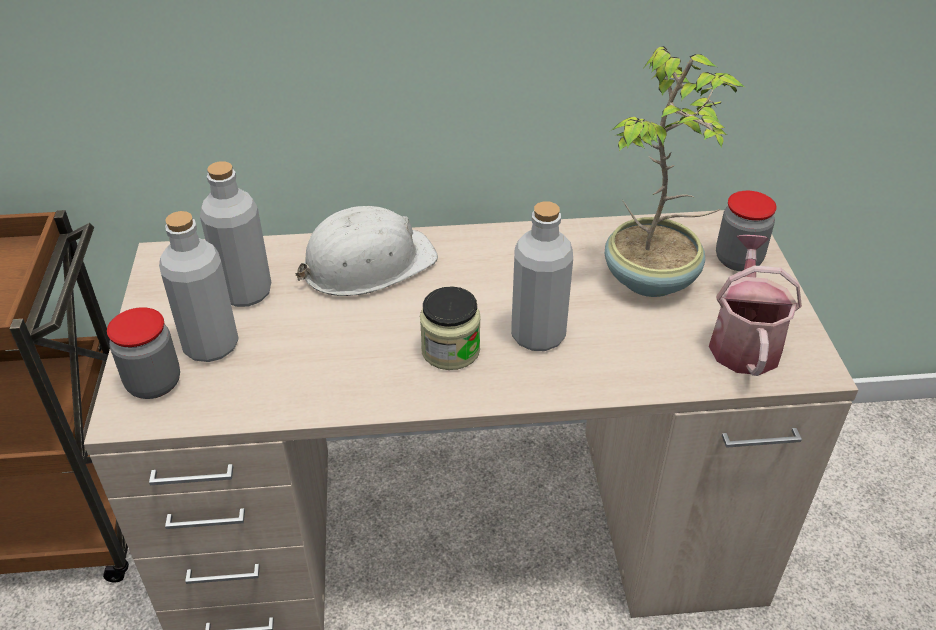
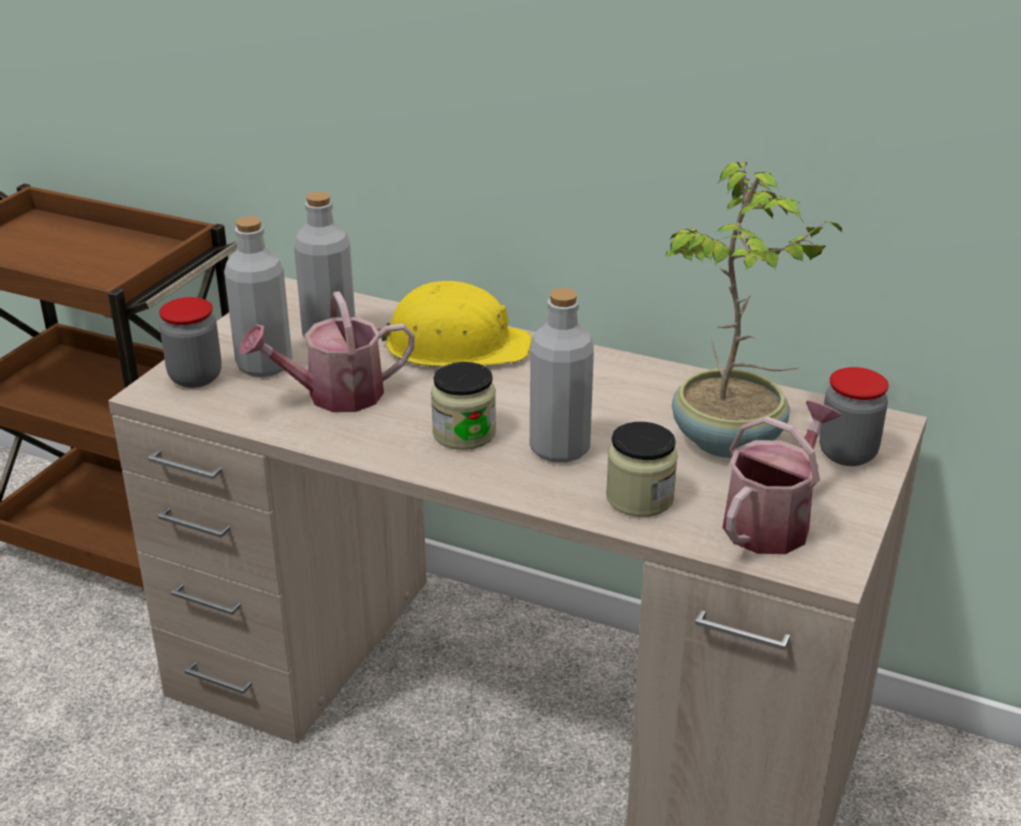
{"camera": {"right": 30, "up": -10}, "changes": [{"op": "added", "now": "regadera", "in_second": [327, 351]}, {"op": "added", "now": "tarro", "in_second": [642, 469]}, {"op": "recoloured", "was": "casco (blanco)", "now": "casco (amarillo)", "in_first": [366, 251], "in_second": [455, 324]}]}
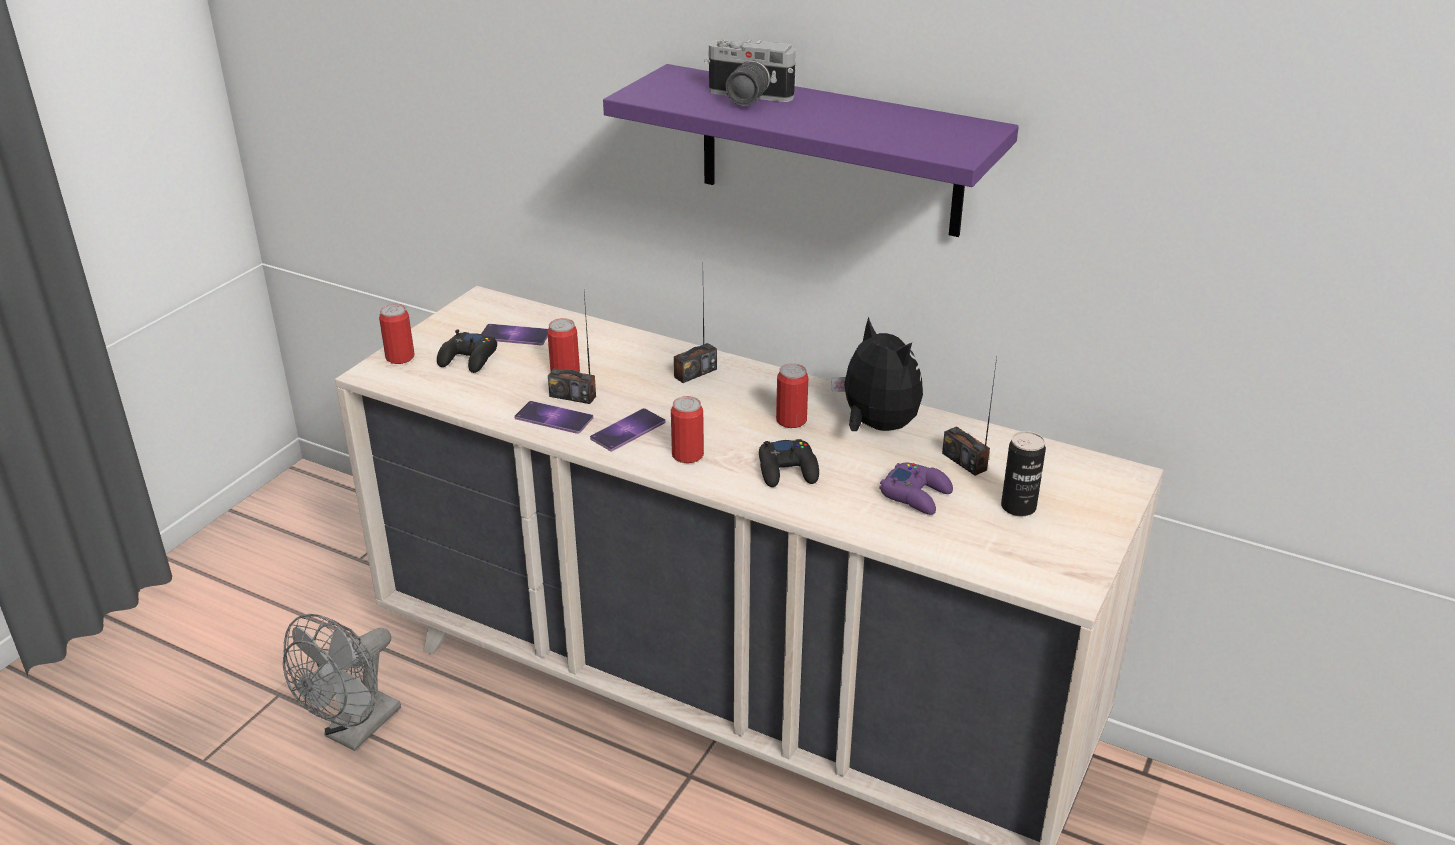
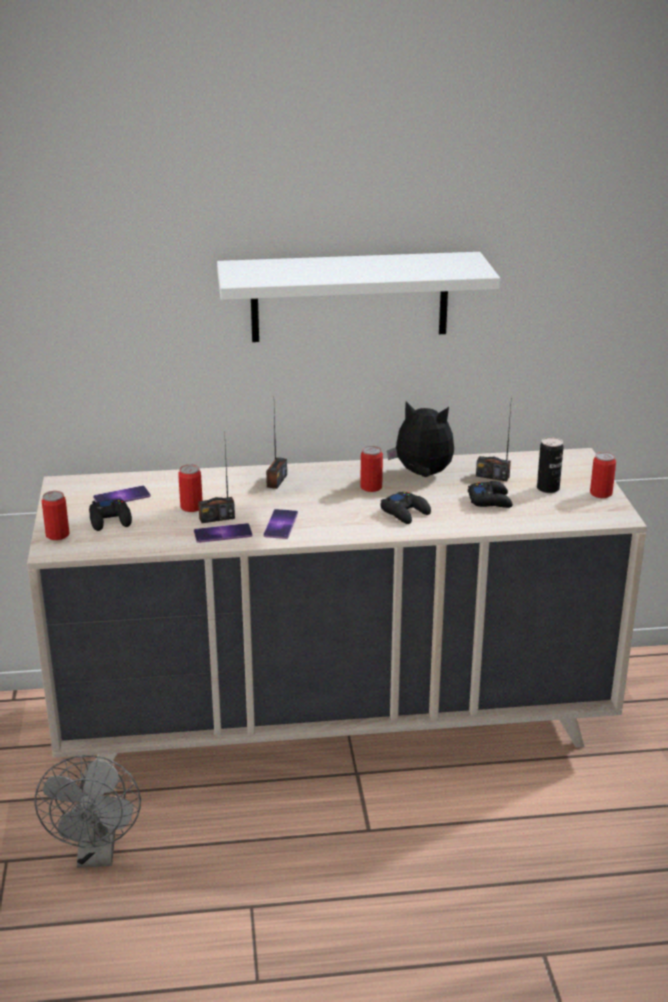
{"camera": {"right": -35, "up": -5}, "changes": [{"op": "removed", "was": "cámara", "in_first": [750, 72]}, {"op": "moved", "was": "lata", "in_first": [687, 429], "in_second": [603, 475]}, {"op": "recoloured", "was": "estante (morado)", "now": "estante (blanco)", "in_first": [811, 150], "in_second": [358, 297]}, {"op": "recoloured", "was": "mando de consola (morado)", "now": "mando de consola (negro)", "in_first": [916, 488], "in_second": [490, 494]}]}
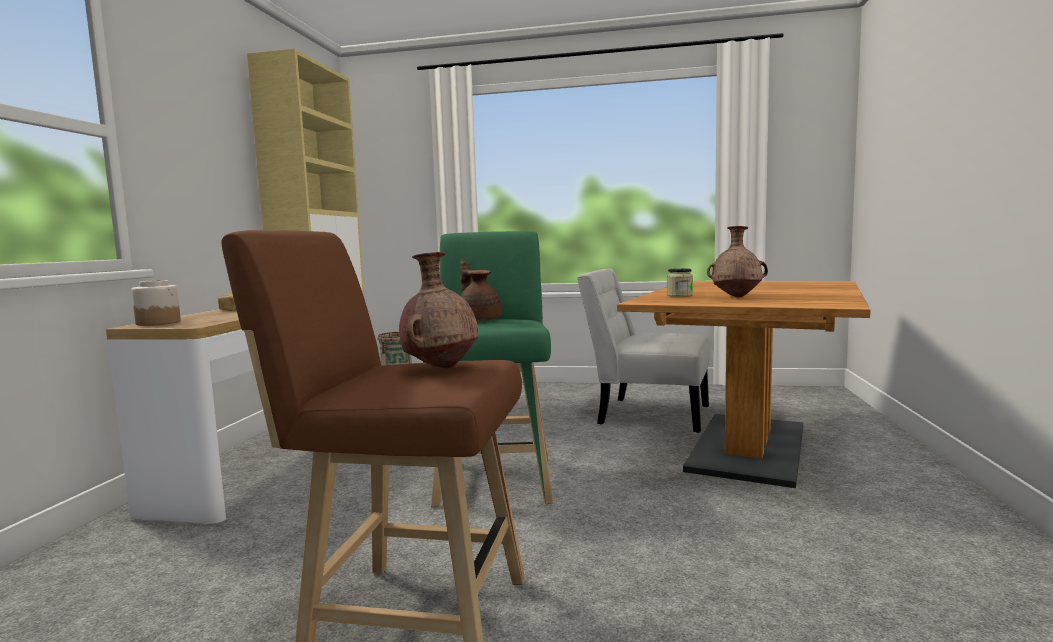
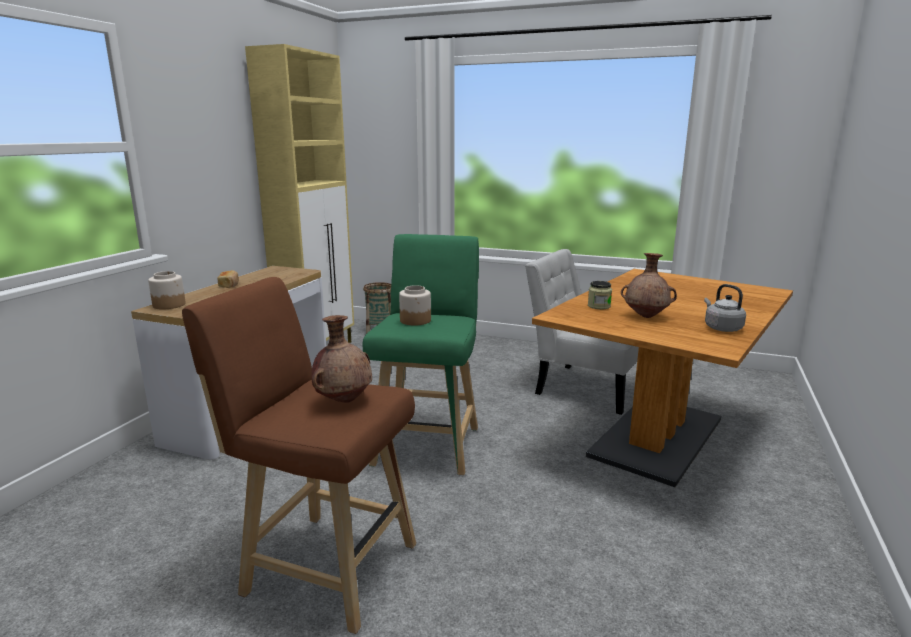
{"camera": {"right": 10, "up": 10}, "changes": [{"op": "added", "now": "hervidor (gris)", "in_second": [725, 308]}, {"op": "replaced", "was": "tetera (marrón)", "now": "tarro", "in_first": [481, 291], "in_second": [415, 305]}]}
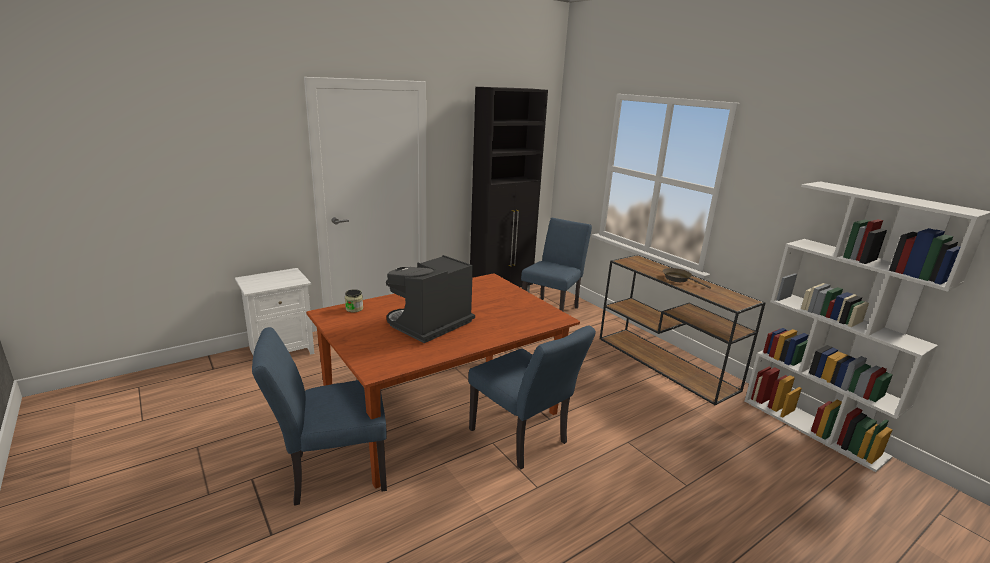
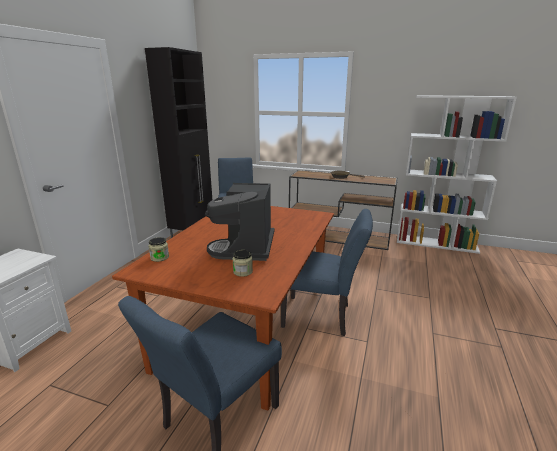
{"camera": {"right": -35, "up": 0}, "changes": [{"op": "added", "now": "tarro", "in_second": [243, 263]}]}
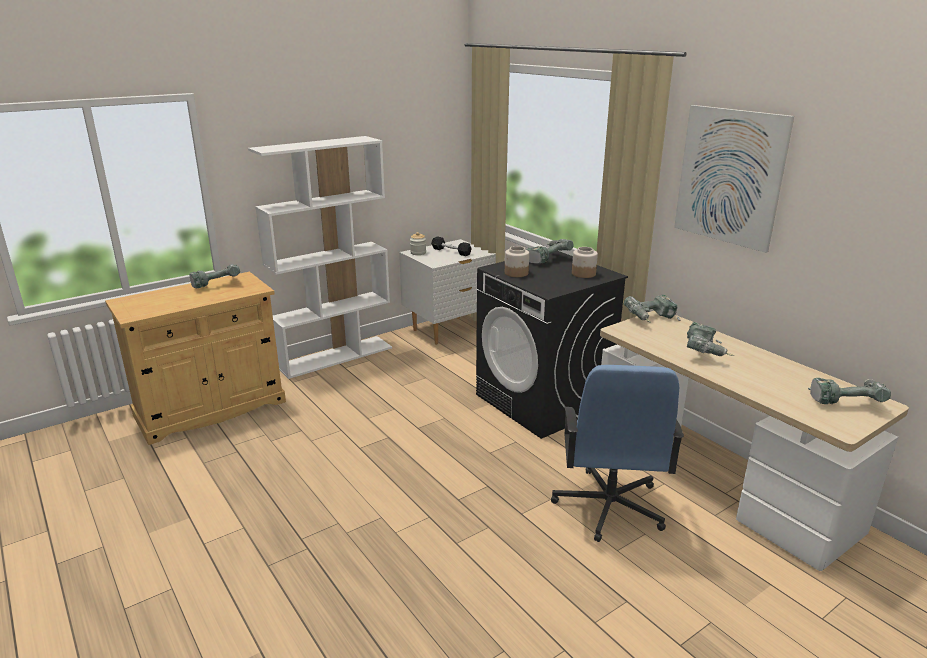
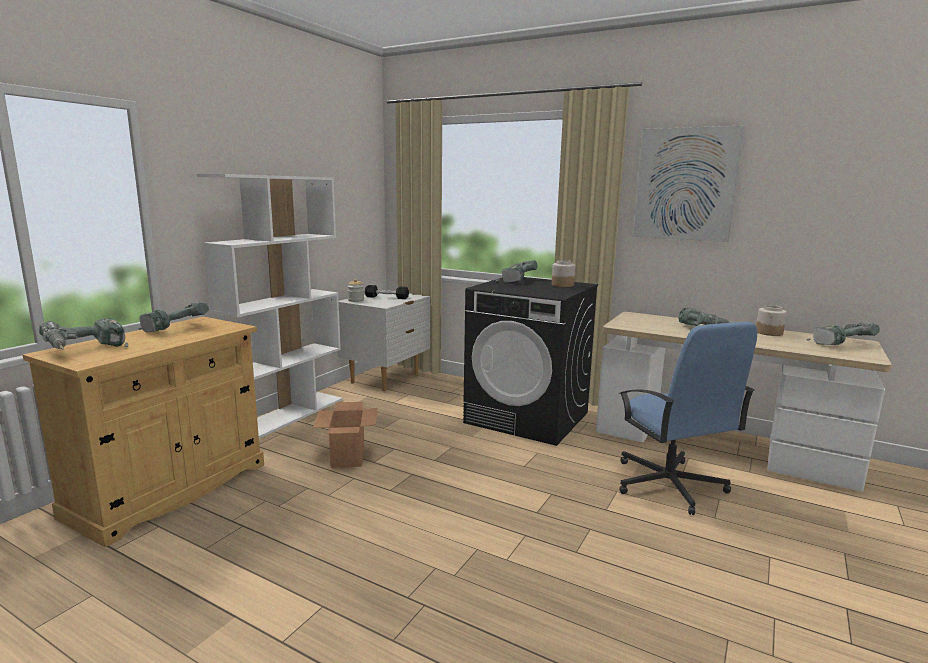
{"camera": {"right": -25, "up": -10}, "changes": [{"op": "added", "now": "caja de cartón", "in_second": [345, 435]}, {"op": "moved", "was": "tarro", "in_first": [517, 261], "in_second": [771, 320]}, {"op": "moved", "was": "taladro", "in_first": [652, 309], "in_second": [84, 333]}]}
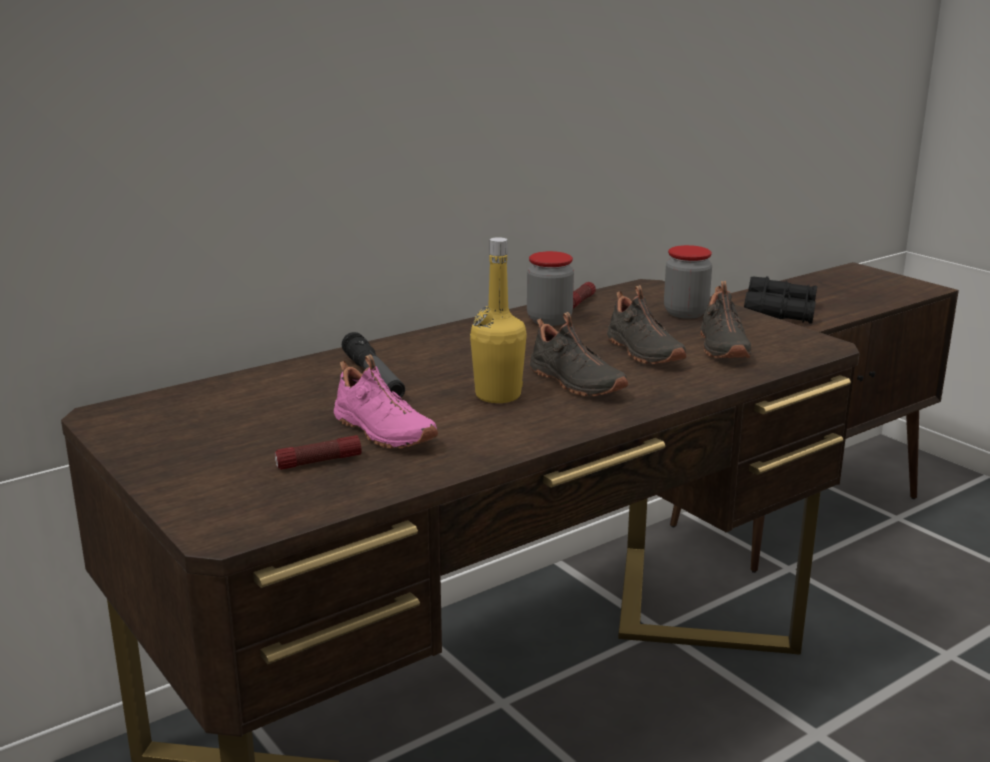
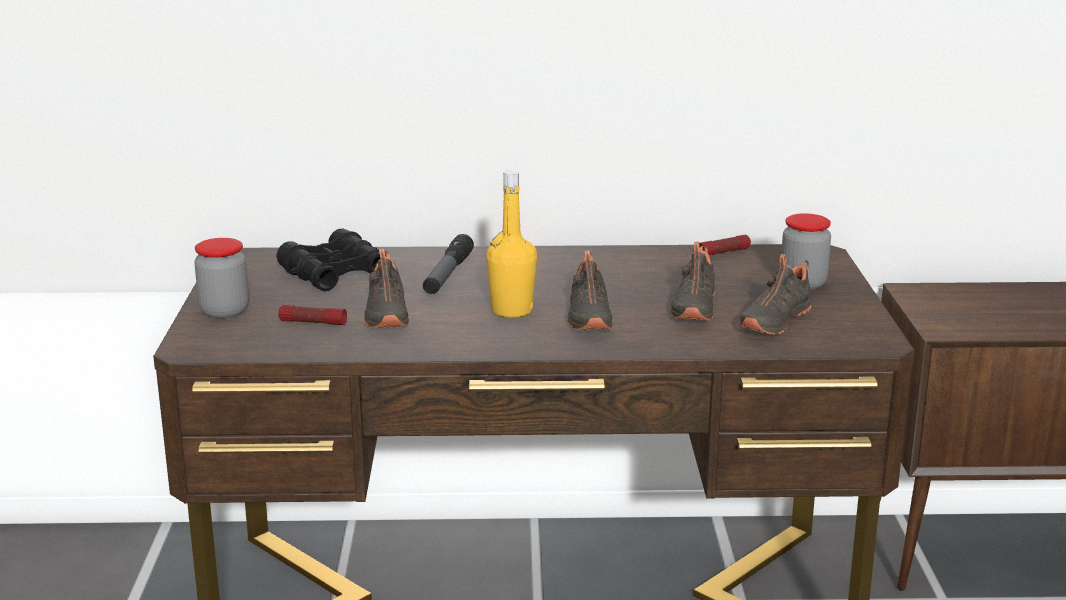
{"camera": {"right": 35, "up": 0}, "changes": [{"op": "moved", "was": "tarro", "in_first": [550, 288], "in_second": [221, 278]}, {"op": "moved", "was": "prismáticos (negro)", "in_first": [780, 300], "in_second": [331, 259]}, {"op": "recoloured", "was": "zapato (rosa)", "now": "zapato (negro)", "in_first": [386, 401], "in_second": [386, 288]}]}
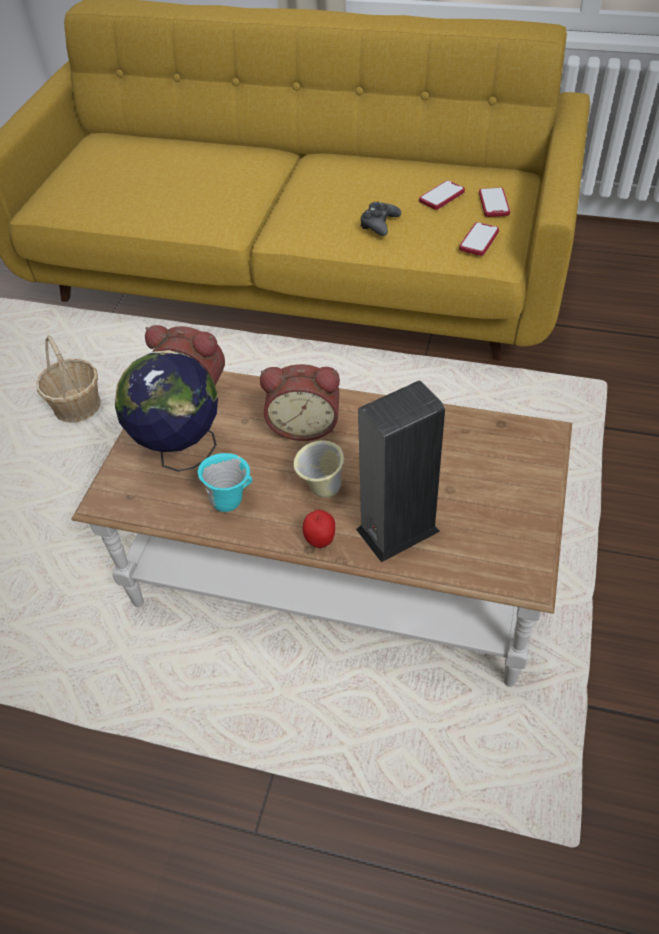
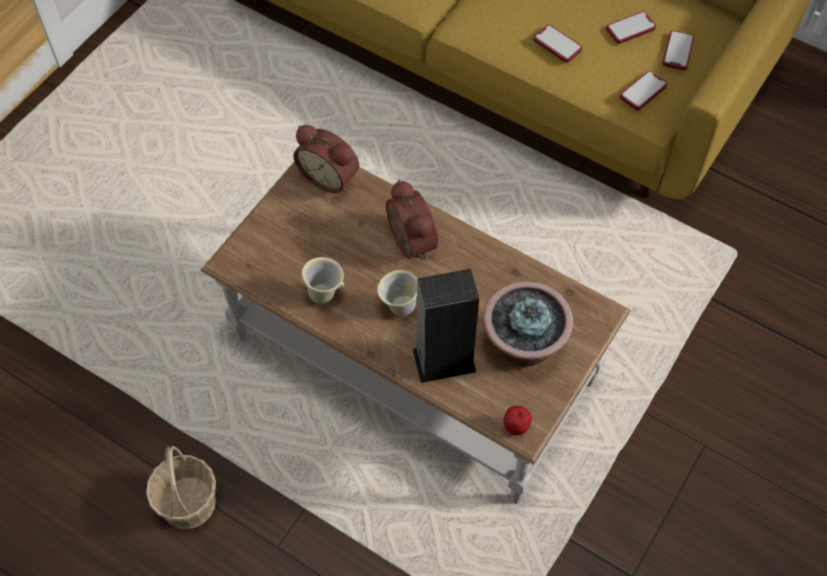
{"camera": {"right": 15, "up": 10}, "changes": [{"op": "removed", "was": "globo terráqueo", "in_first": [166, 411]}, {"op": "added", "now": "planta en maceta", "in_second": [528, 323]}, {"op": "moved", "was": "cesta", "in_first": [68, 379], "in_second": [181, 487]}, {"op": "moved", "was": "manzana", "in_first": [319, 529], "in_second": [518, 420]}, {"op": "replaced", "was": "mando de consola (negro)", "now": "móvil", "in_first": [380, 218], "in_second": [558, 44]}, {"op": "recoloured", "was": "taza grande (turquesa)", "now": "taza grande (beis)", "in_first": [224, 482], "in_second": [322, 280]}, {"op": "turned", "was": "despertador", "in_first": [300, 402], "in_second": [412, 219], "clockwise": -135}]}
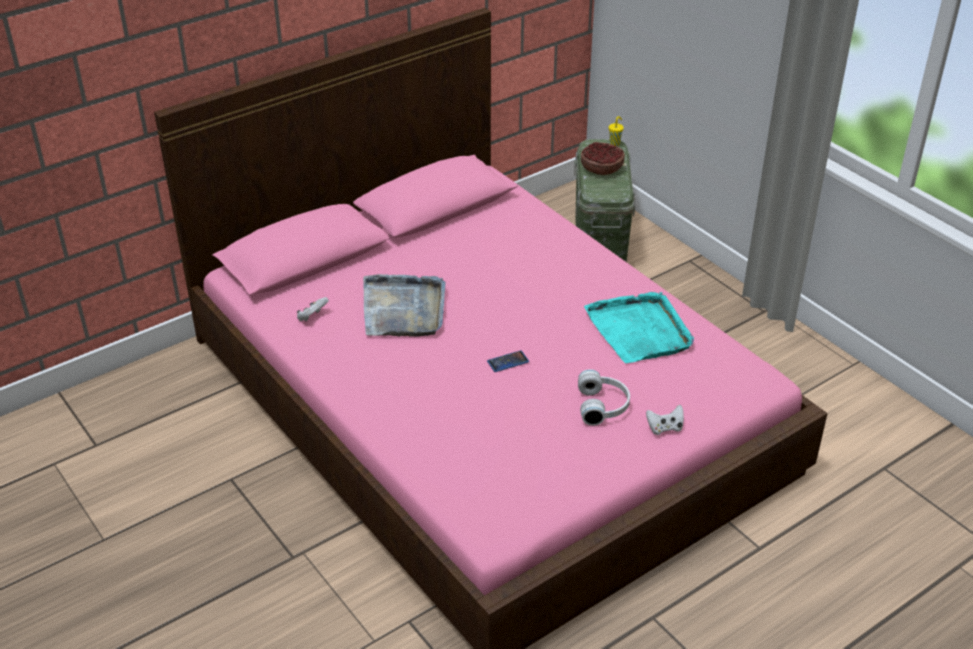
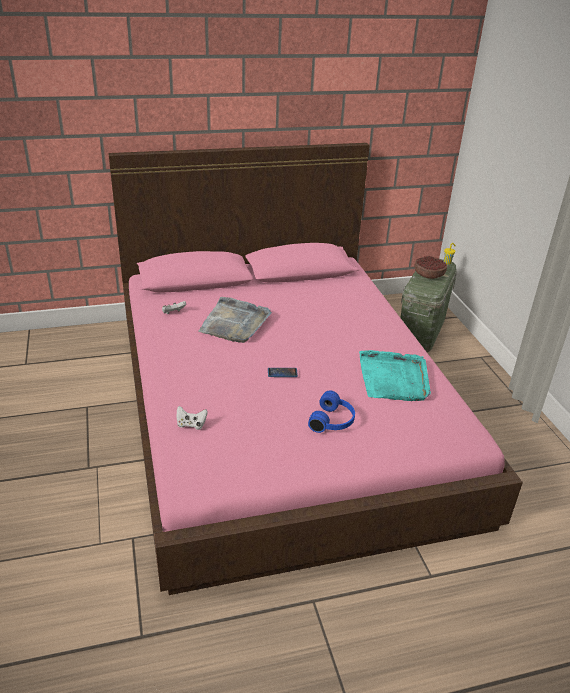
{"camera": {"right": 20, "up": -5}, "changes": [{"op": "moved", "was": "mando de consola (blanco)", "in_first": [665, 420], "in_second": [192, 418]}, {"op": "recoloured", "was": "auriculares (blanco)", "now": "auriculares (azul)", "in_first": [604, 397], "in_second": [331, 411]}]}
